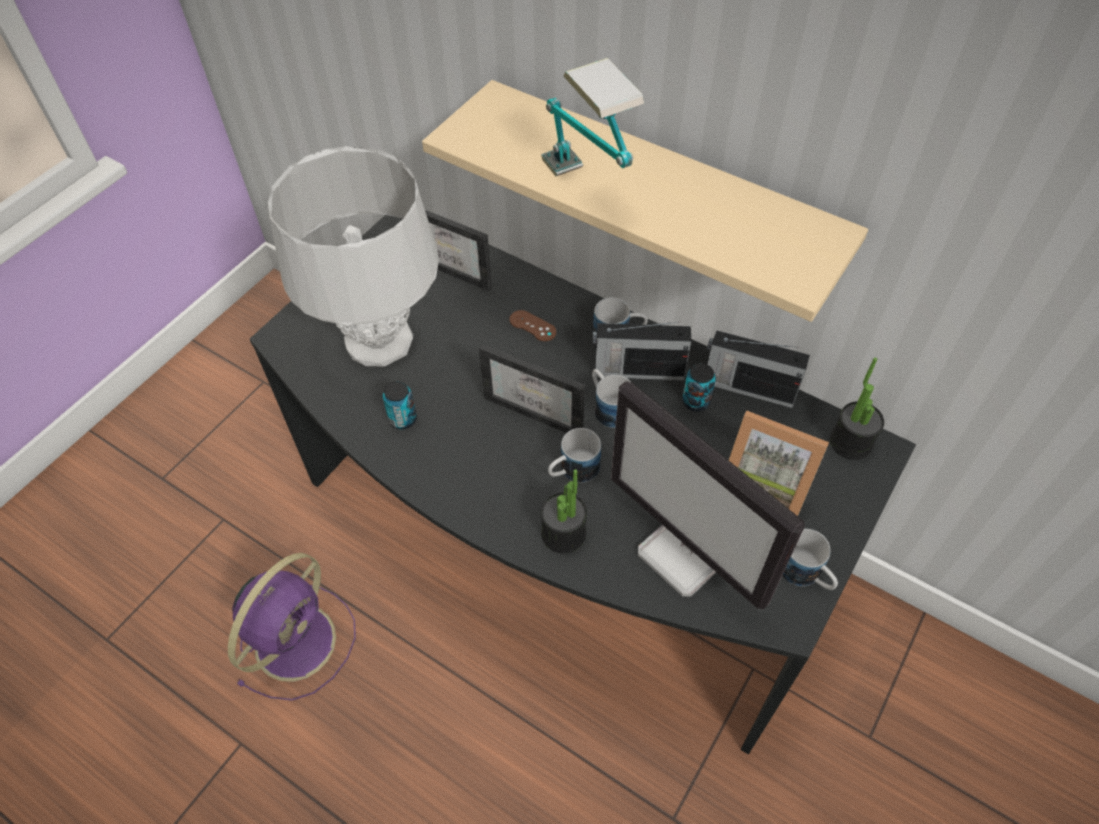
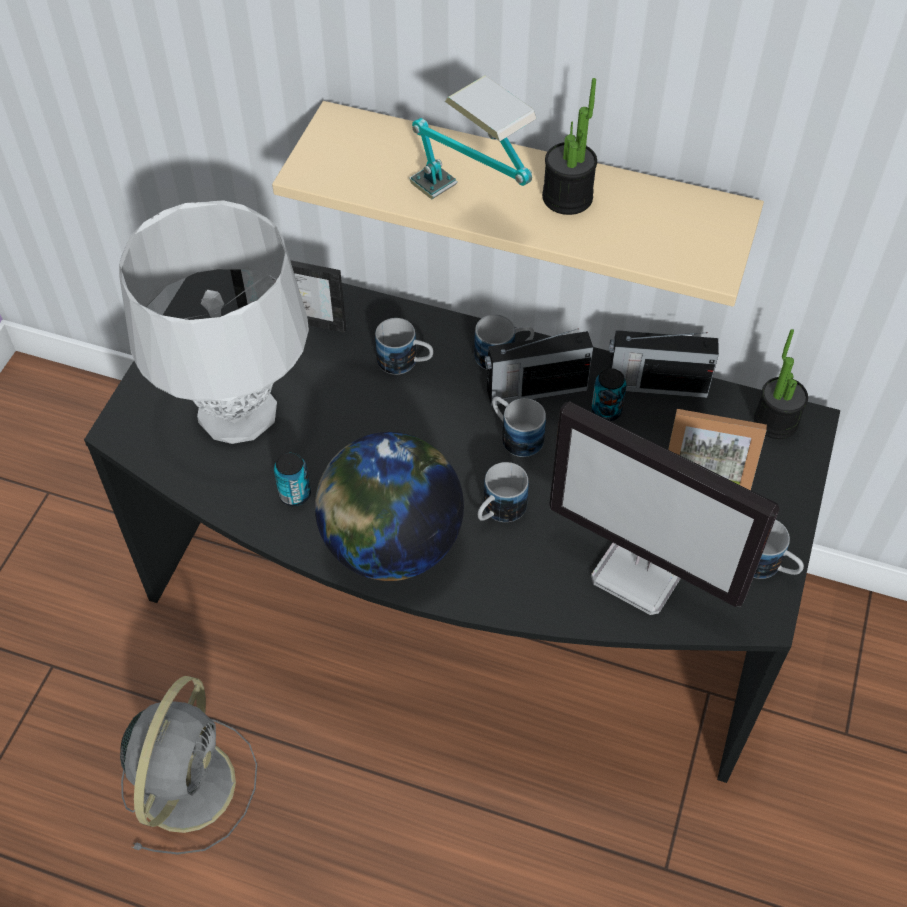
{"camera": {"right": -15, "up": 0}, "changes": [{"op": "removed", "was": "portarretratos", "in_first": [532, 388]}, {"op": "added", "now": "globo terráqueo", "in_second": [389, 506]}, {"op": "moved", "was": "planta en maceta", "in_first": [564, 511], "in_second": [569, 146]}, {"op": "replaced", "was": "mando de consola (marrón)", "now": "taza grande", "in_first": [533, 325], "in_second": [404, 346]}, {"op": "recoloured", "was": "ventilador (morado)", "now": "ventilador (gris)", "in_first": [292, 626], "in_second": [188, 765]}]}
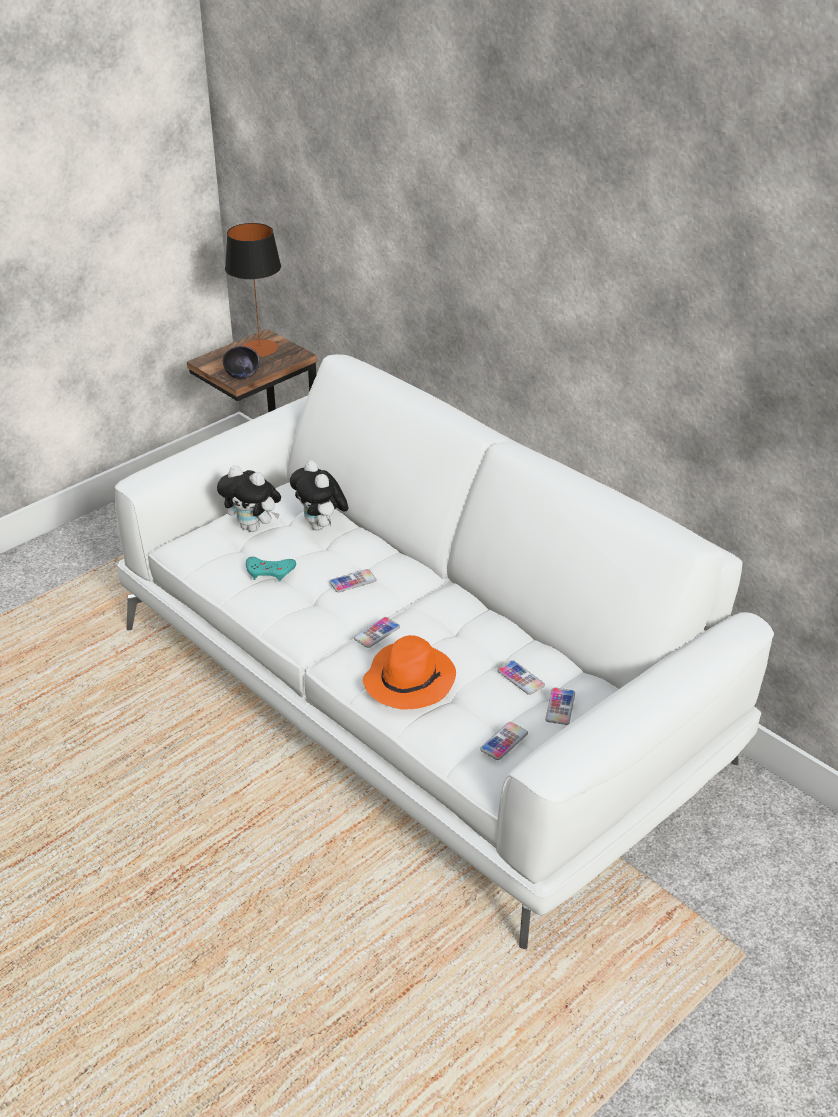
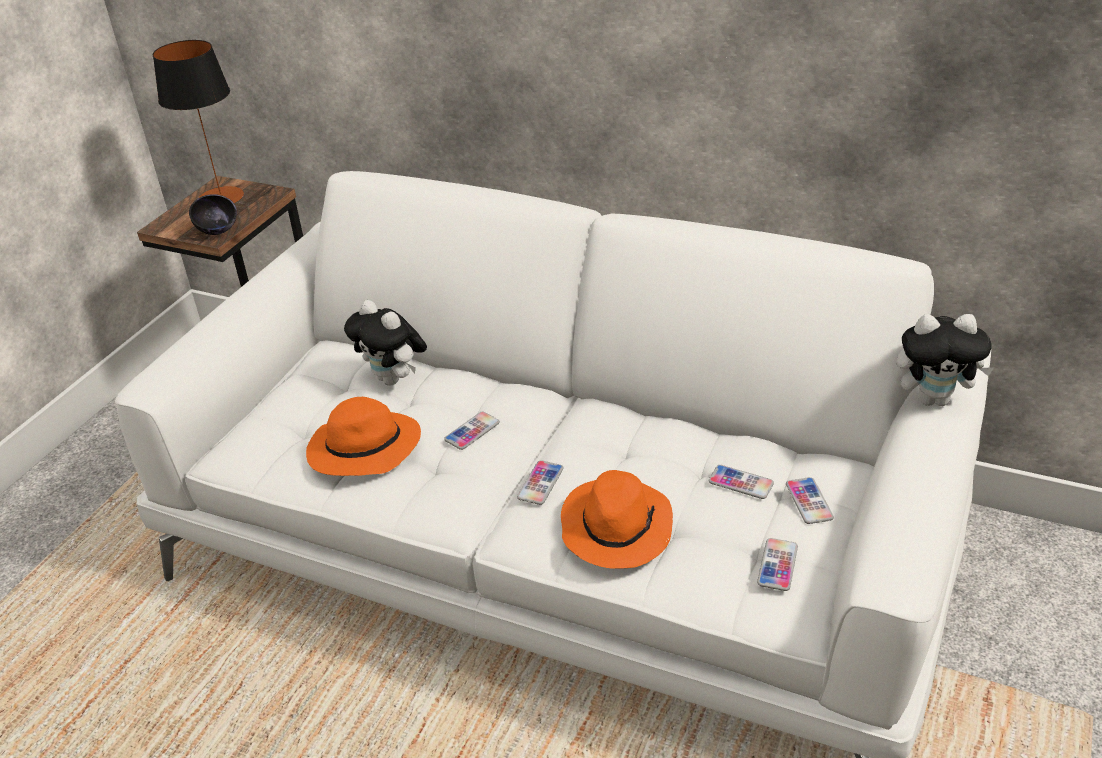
{"camera": {"right": -20, "up": 0}, "changes": [{"op": "moved", "was": "peluche", "in_first": [249, 498], "in_second": [945, 360]}, {"op": "replaced", "was": "mando de consola (turquesa)", "now": "sombrero (naranja)", "in_first": [271, 569], "in_second": [363, 436]}]}
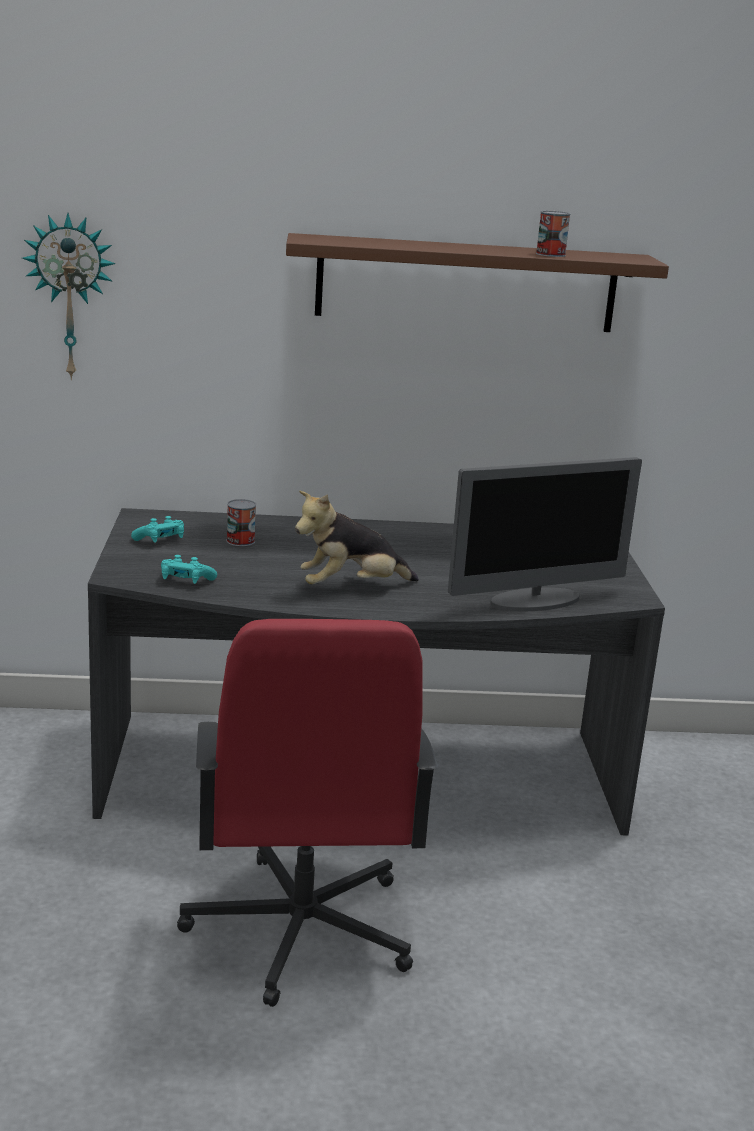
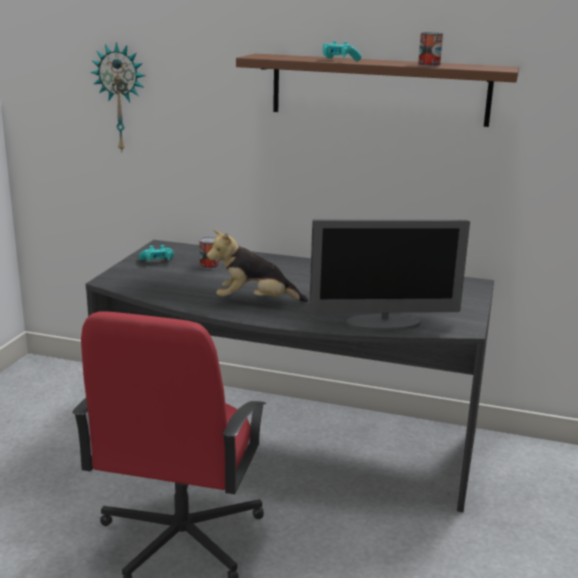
{"camera": {"right": 20, "up": 0}, "changes": [{"op": "moved", "was": "mando de consola (turquesa)", "in_first": [189, 569], "in_second": [342, 51]}]}
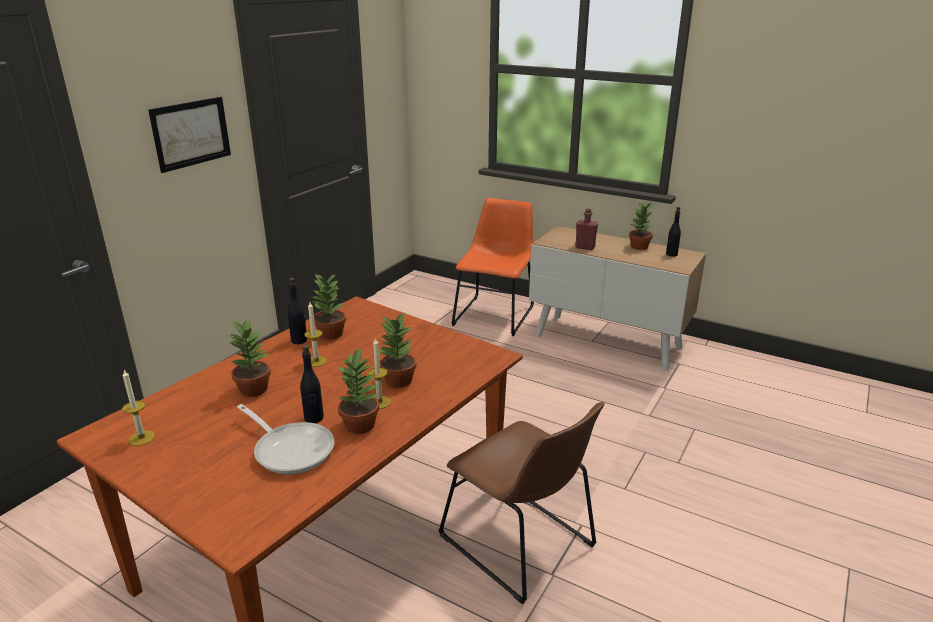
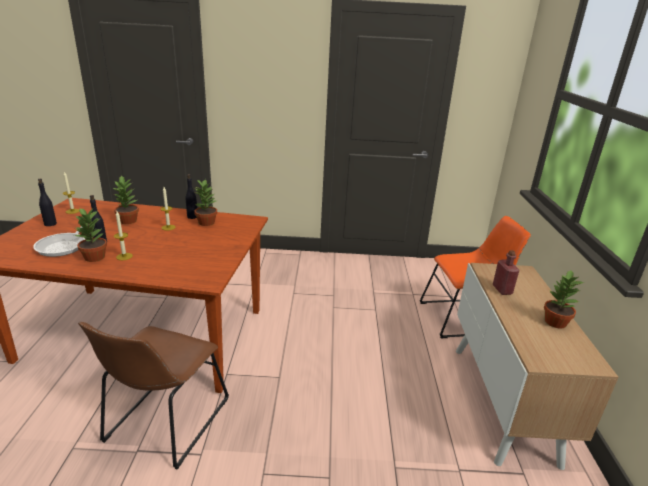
{"camera": {"right": 60, "up": 0}, "changes": [{"op": "removed", "was": "cuadro", "in_first": [189, 135]}, {"op": "removed", "was": "planta en maceta", "in_first": [397, 350]}, {"op": "moved", "was": "botella (negro)", "in_first": [673, 232], "in_second": [47, 202]}]}
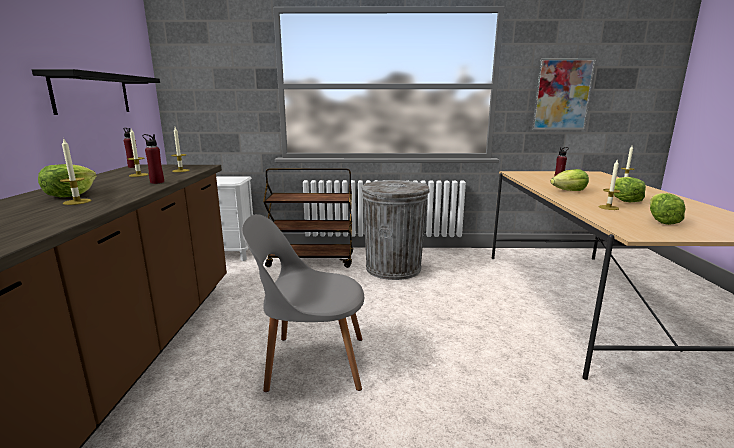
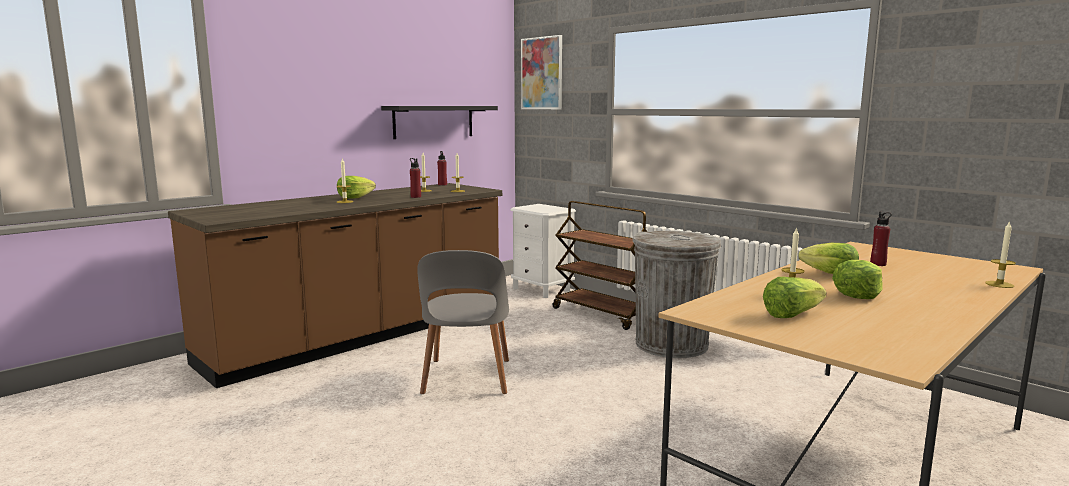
{"camera": {"right": 45, "up": -5}, "changes": [{"op": "moved", "was": "cuadro", "in_first": [564, 94], "in_second": [541, 72]}, {"op": "turned", "was": "silla (gris)", "in_first": [302, 303], "in_second": [463, 322], "clockwise": -135}]}
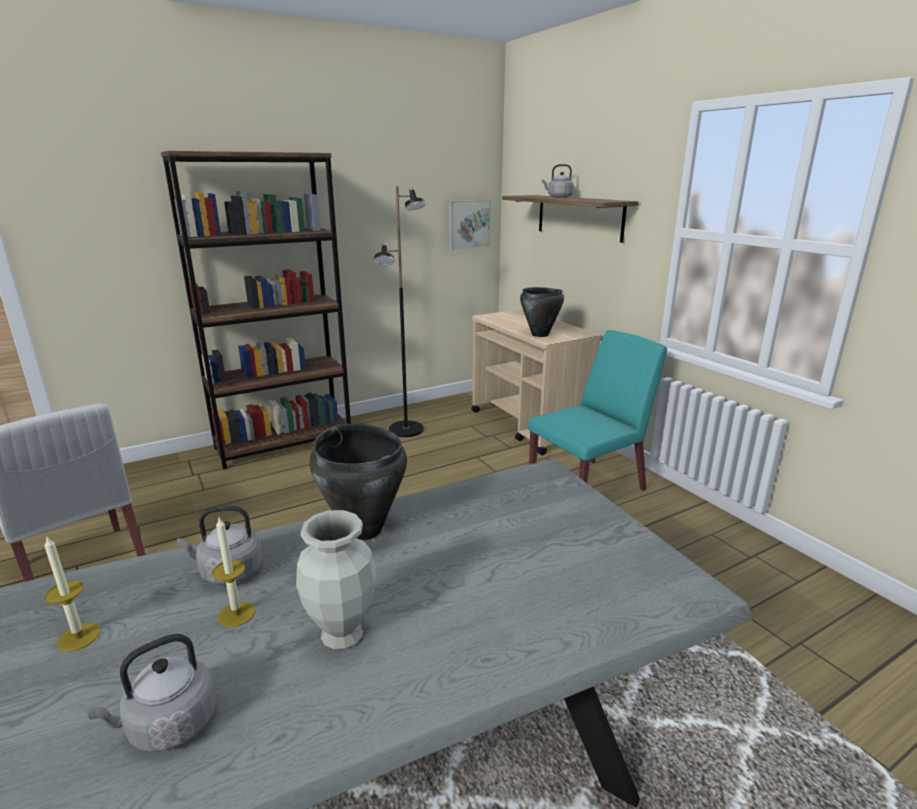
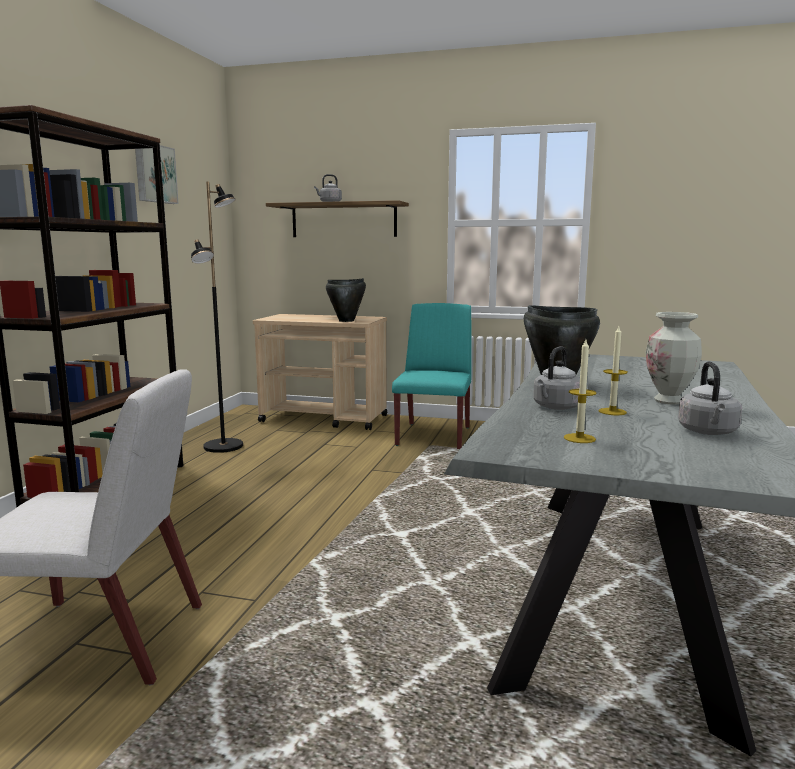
{"camera": {"right": -45, "up": -10}, "changes": [{"op": "moved", "was": "cuadro", "in_first": [469, 225], "in_second": [157, 174]}]}
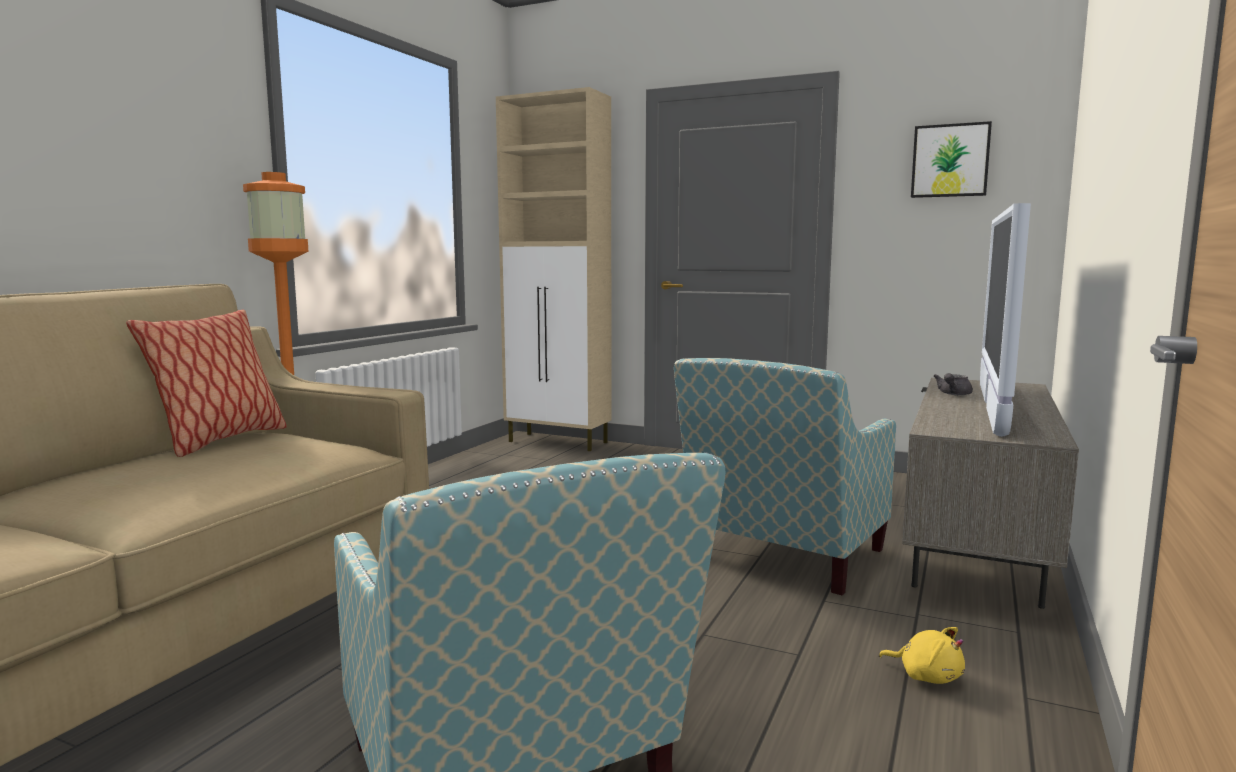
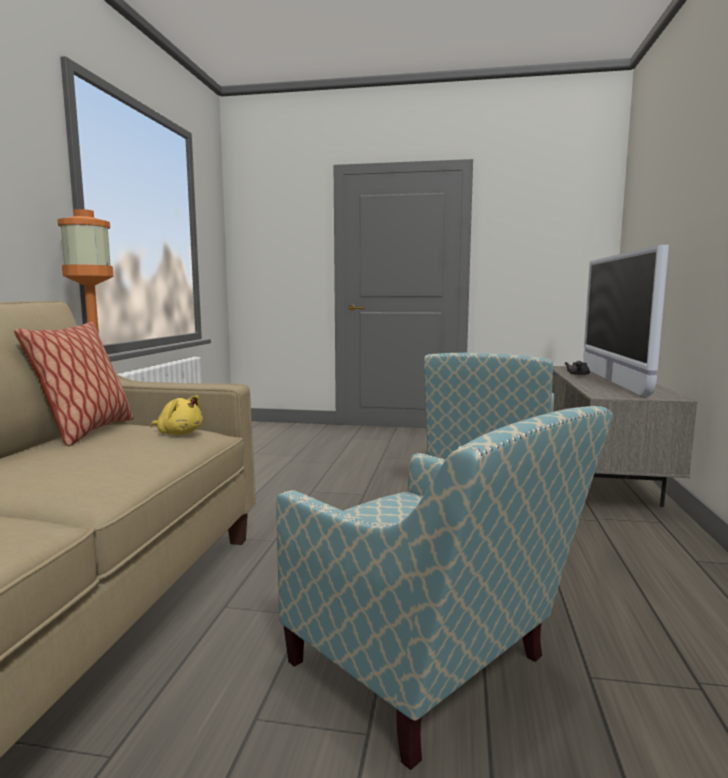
{"camera": {"right": -15, "up": 0}, "changes": [{"op": "removed", "was": "armario (beis)", "in_first": [554, 269]}, {"op": "removed", "was": "cuadro", "in_first": [951, 159]}, {"op": "moved", "was": "peluche (amarillo)", "in_first": [922, 655], "in_second": [177, 415]}]}
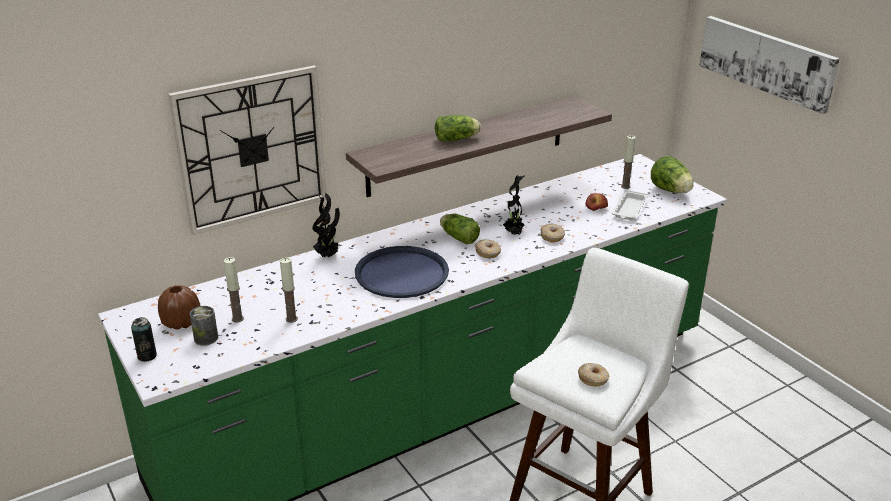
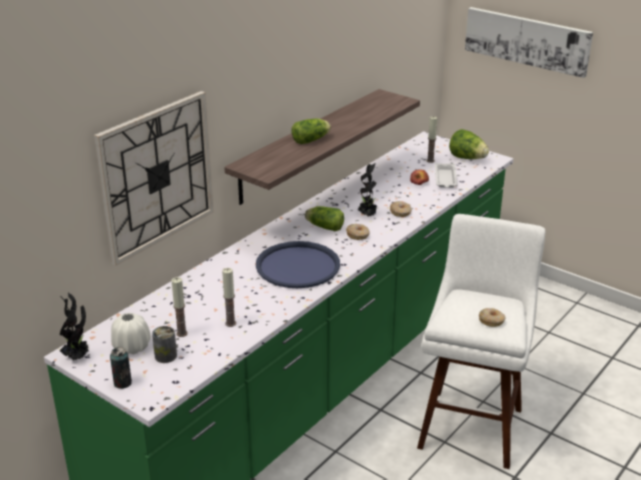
{"camera": {"right": -20, "up": 0}, "changes": [{"op": "moved", "was": "planta en maceta", "in_first": [326, 225], "in_second": [74, 326]}, {"op": "recoloured", "was": "florero (marrón)", "now": "florero (blanco)", "in_first": [179, 307], "in_second": [131, 333]}]}
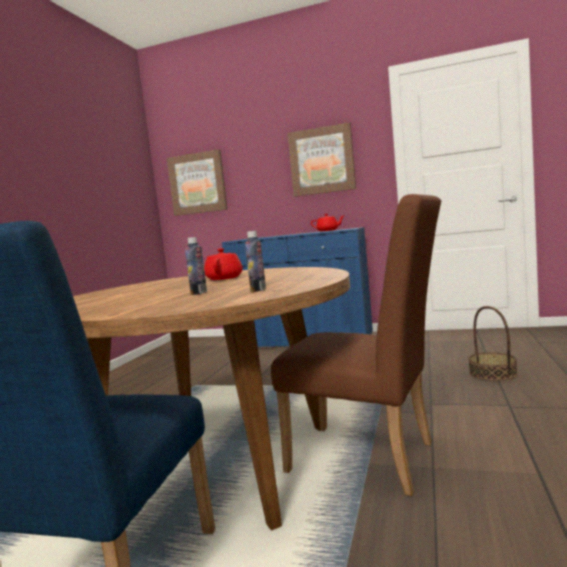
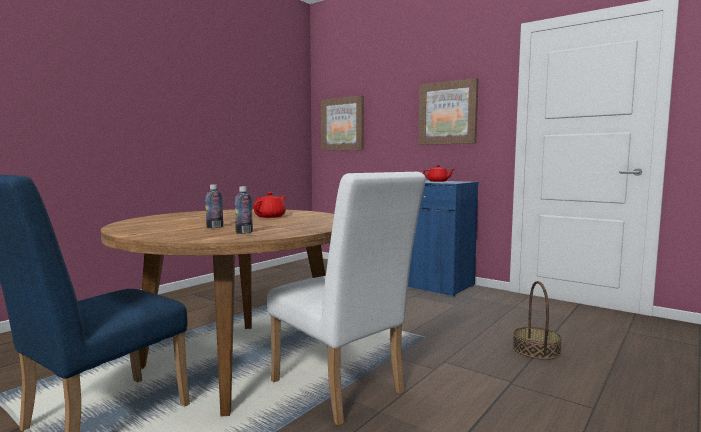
{"camera": {"right": 20, "up": 0}, "changes": [{"op": "recoloured", "was": "silla (marrón)", "now": "silla (blanco)", "in_first": [356, 345], "in_second": [346, 299]}]}
